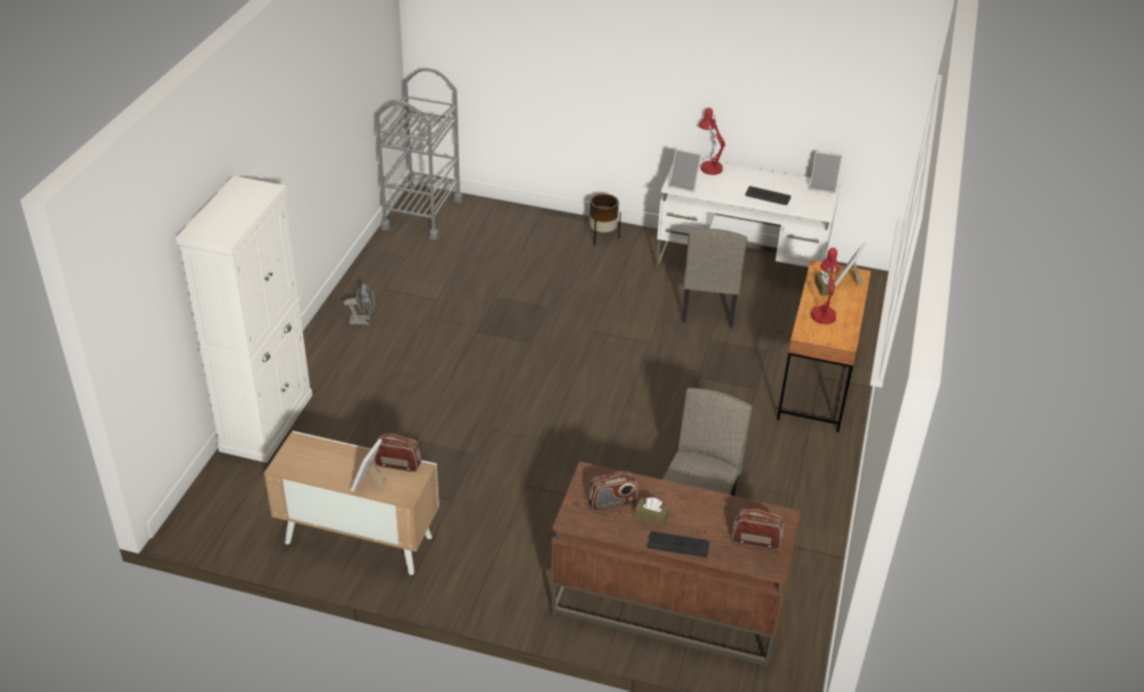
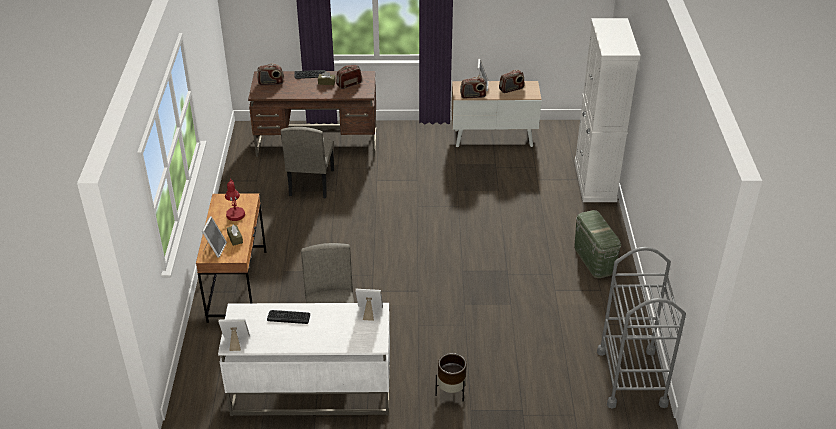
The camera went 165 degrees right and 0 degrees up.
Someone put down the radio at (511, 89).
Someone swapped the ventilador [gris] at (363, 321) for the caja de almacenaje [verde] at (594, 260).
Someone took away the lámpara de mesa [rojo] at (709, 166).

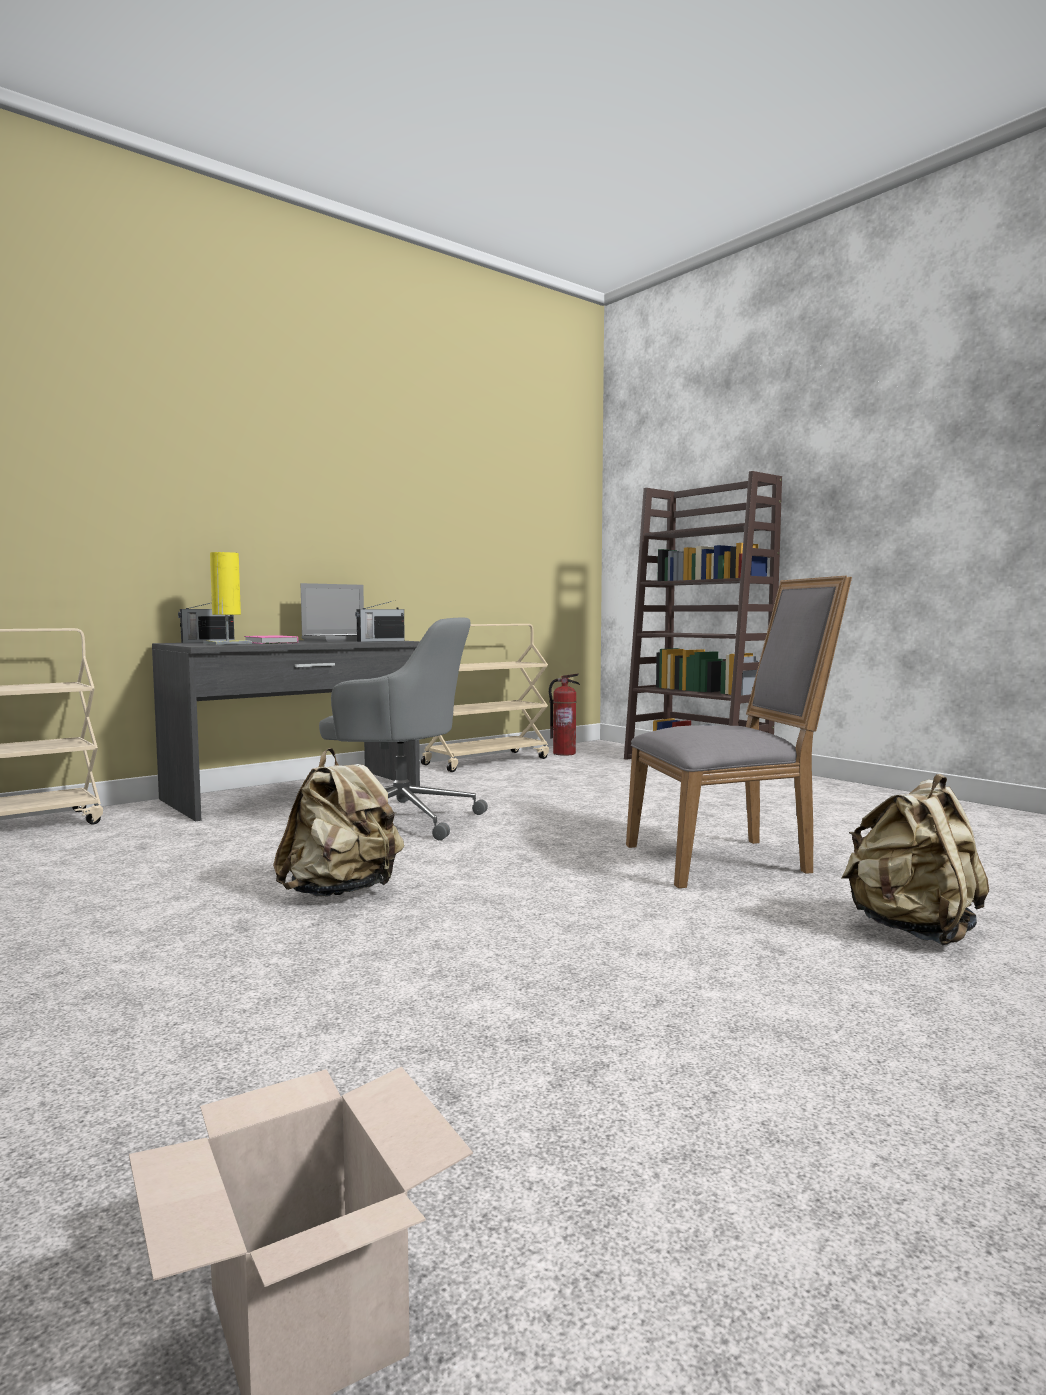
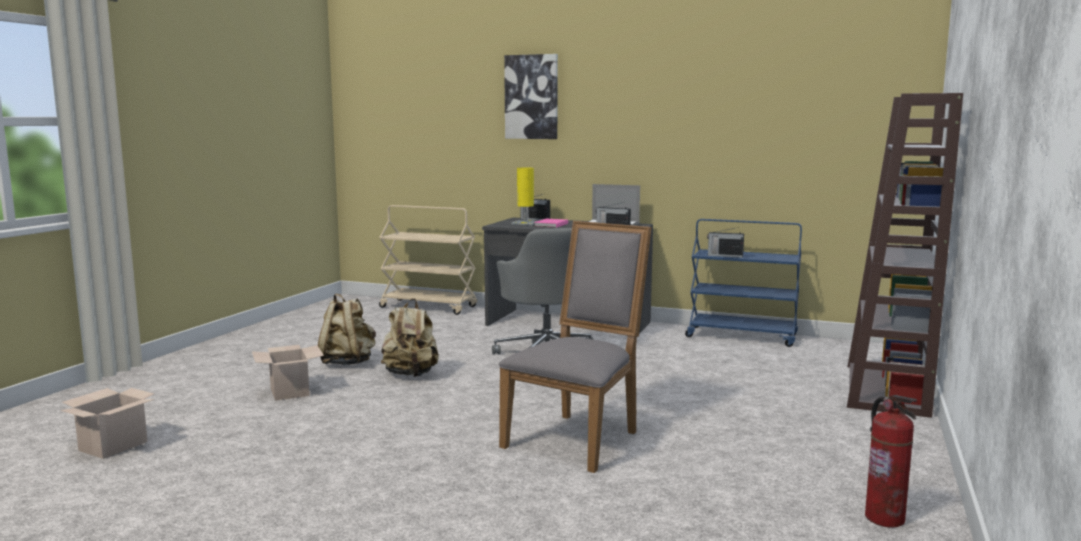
The camera went 60 degrees right and 5 degrees up.
Someone put down the caja de cartón at (290, 392).
Someone carried the mochila [beis] from (913, 930) to (348, 362).
Someone rotated the silla [gris] at (727, 859) by 105 degrees counterclockwise.
Someone put up the cuadro at (531, 97).
Someone repainted the carrito [beis] at (486, 761), which became the carrito [azul] at (742, 336).
Someone put down the radio at (724, 256).
Someone carried the extintor from (564, 753) to (885, 518).

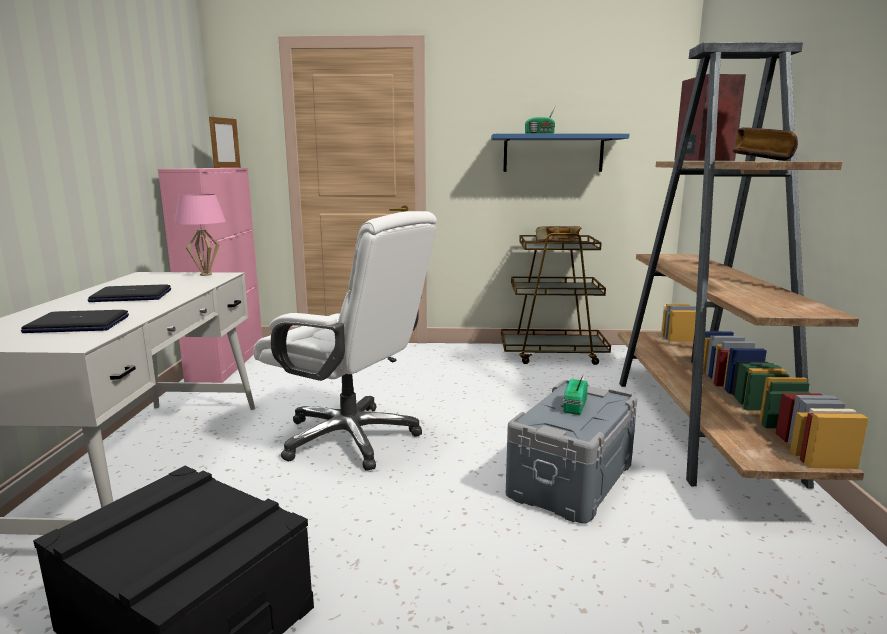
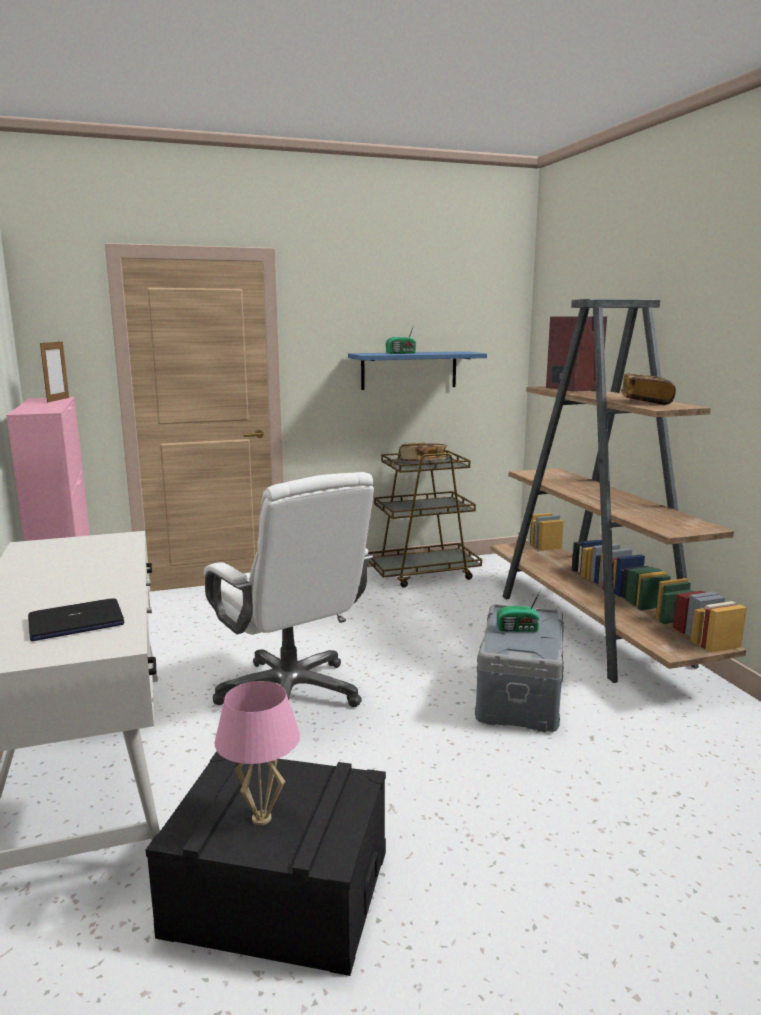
The camera went 20 degrees left and 0 degrees up.
Someone rotated the silla de oficina [blanco] at (351, 438) by 45 degrees clockwise.
Someone carried the lámpara de mesa [rosa] from (206, 274) to (262, 818).
Someone rotated the radio at (573, 406) by 90 degrees counterclockwise.
Someone took away the portátil at (131, 296).

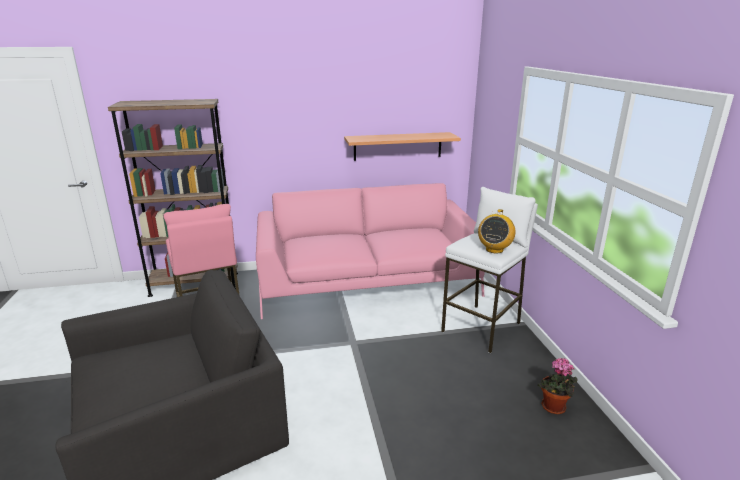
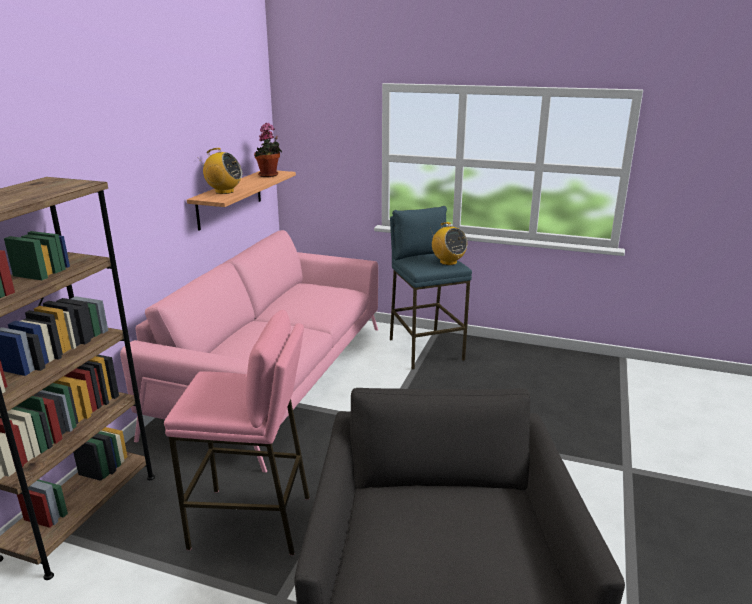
The camera went 60 degrees left and 0 degrees up.
Someone put down the radio at (224, 192).
Someone carried the planta en maceta from (553, 408) to (269, 175).
Someone repainted the taburete [blanco] at (482, 327), which became the taburete [azul] at (425, 349).

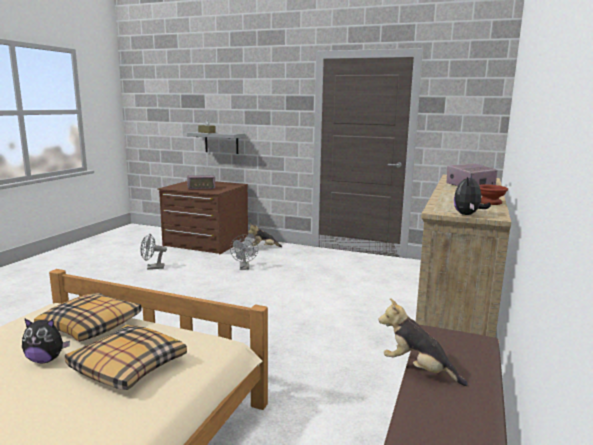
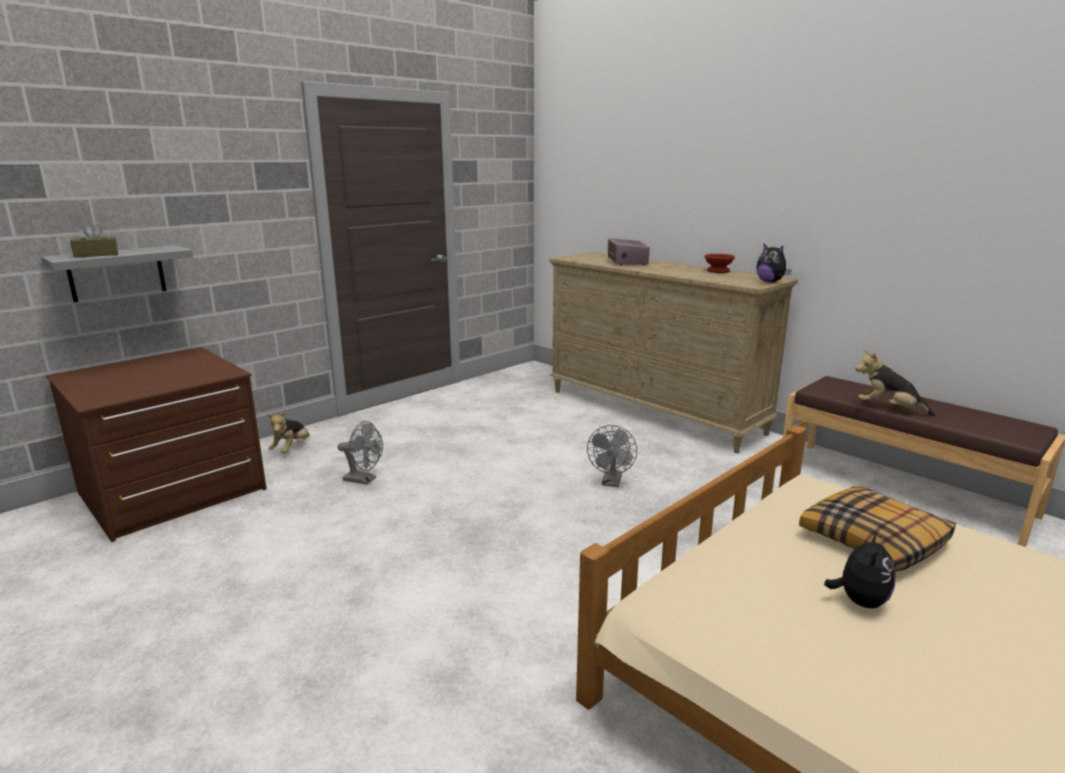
The camera went 65 degrees left and 5 degrees up.
Someone carried the ventilador [gris] from (152, 268) to (611, 482).
Someone rotated the peluche at (418, 370) by 60 degrees clockwise.
Someone took away the cojín at (91, 326).
Someone took away the radio at (201, 188).

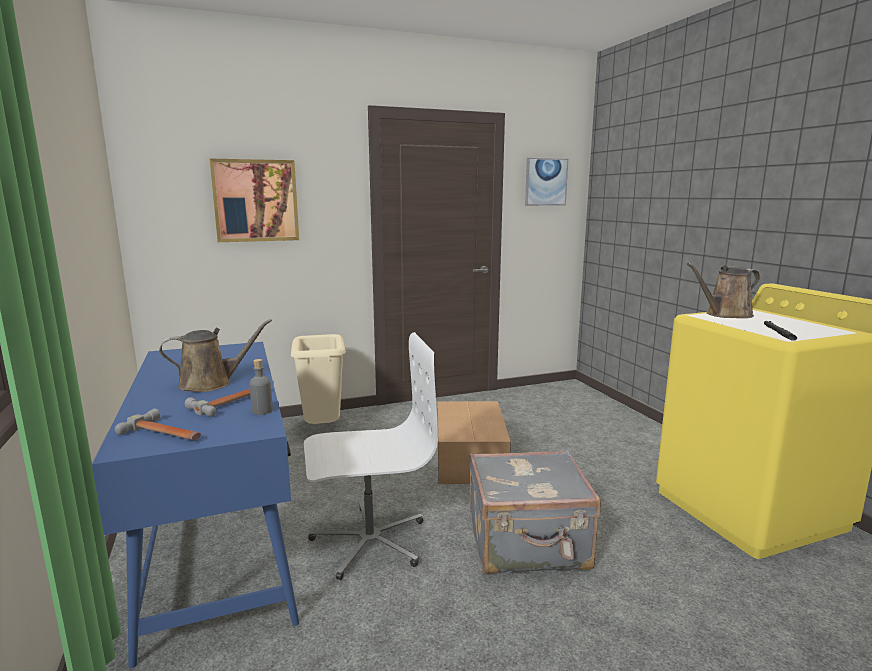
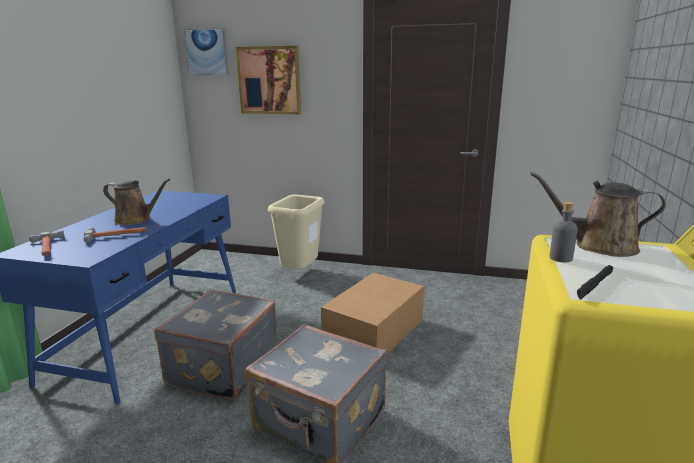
The camera went 35 degrees right and 5 degrees up.
Someone swapped the silla de oficina [blanco] at (369, 541) for the maleta [gris] at (221, 368).
Someone carried the cuadro from (545, 182) to (207, 52).
Someone carried the botella [gris] from (262, 411) to (560, 258).

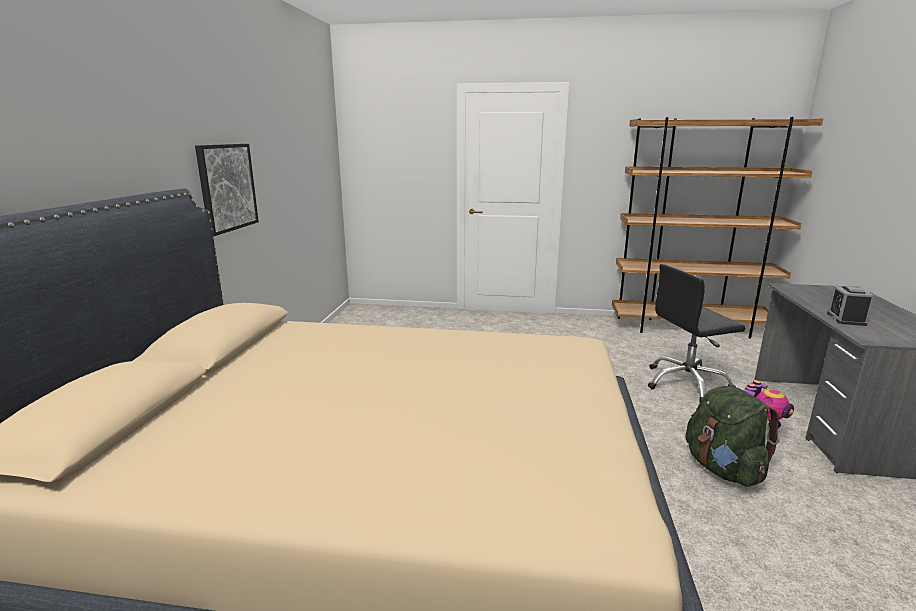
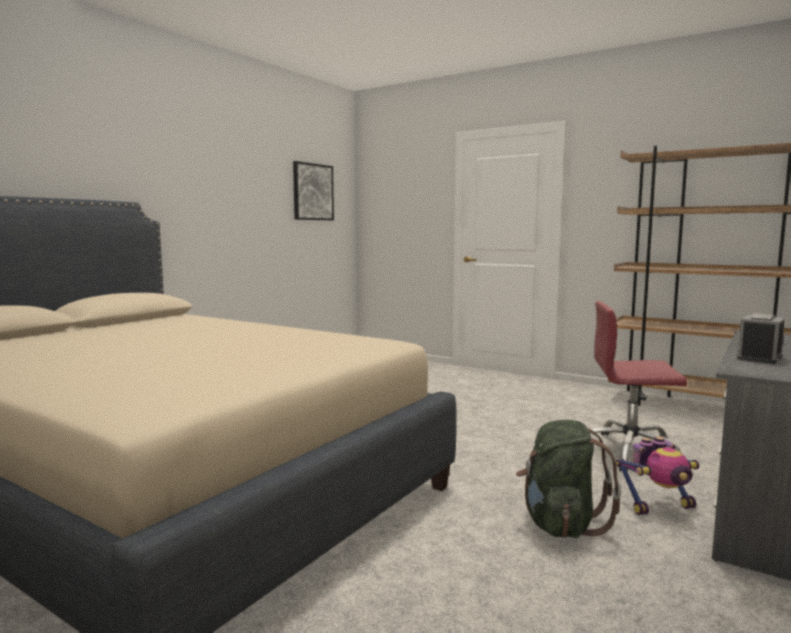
The camera went 25 degrees right and 10 degrees down.
Someone carried the cuadro from (227, 187) to (312, 192).
Someone repainted the silla de oficina [negro] at (687, 383), which became the silla de oficina [rojo] at (629, 453).

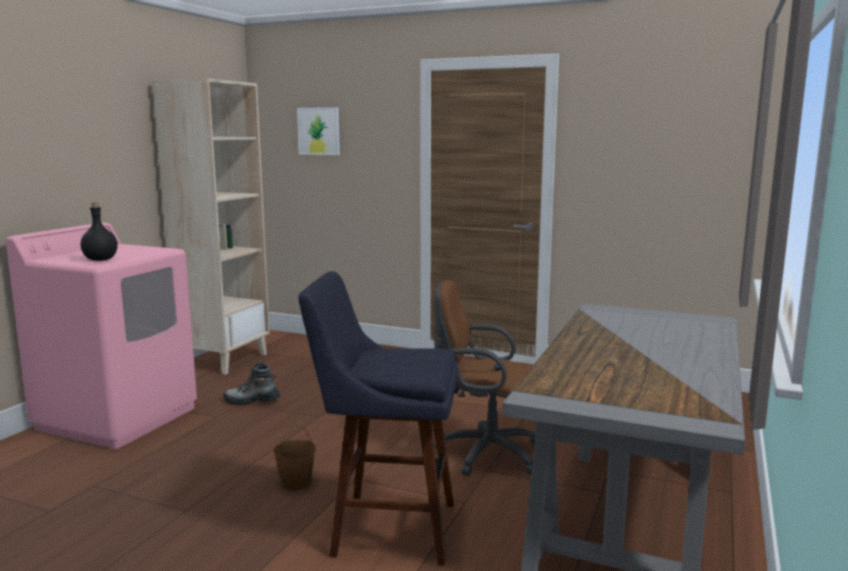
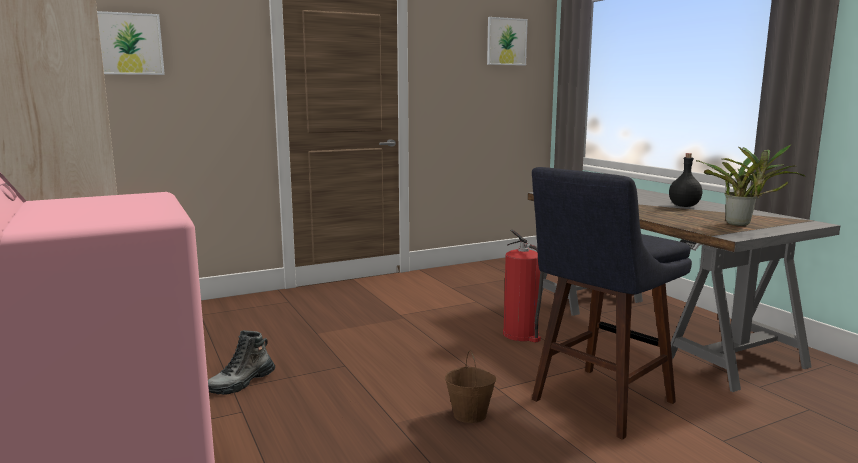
The camera went 50 degrees left and 0 degrees up.
Someone put up the cuadro at (506, 41).
Someone swapped the silla de oficina [marrón] at (483, 453) for the extintor at (521, 335).
Someone carried the botella [negro] from (101, 260) to (683, 206).
Someone put down the planta en maceta at (741, 224).

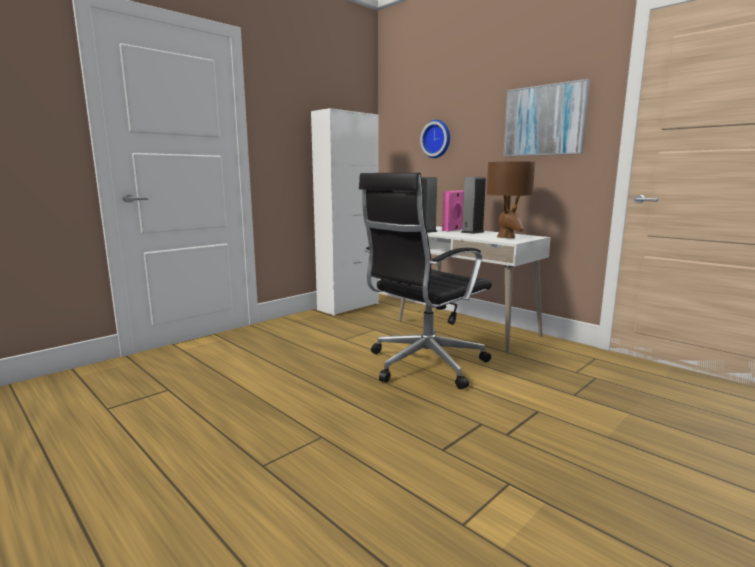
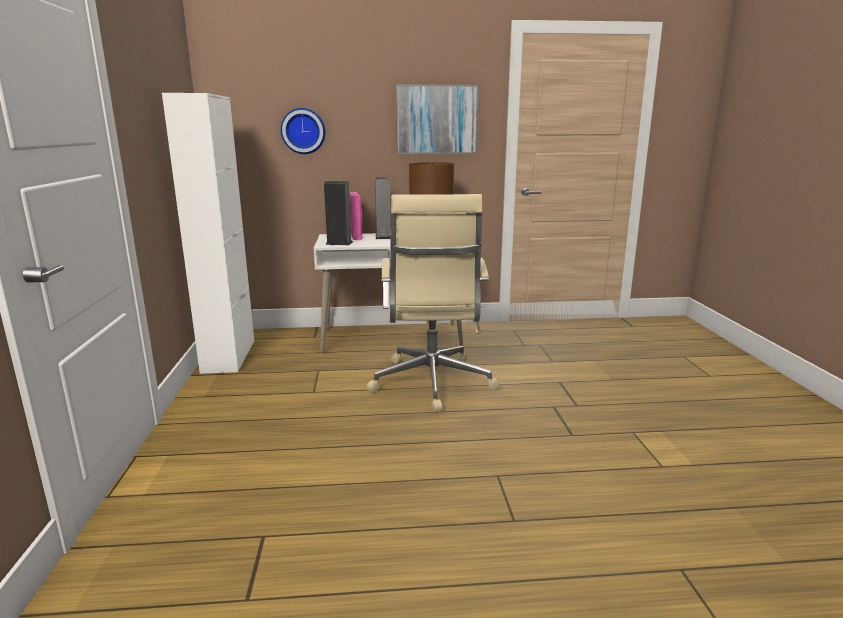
The camera went 50 degrees left and 5 degrees up.
Someone repainted the silla de oficina [negro] at (423, 365), which became the silla de oficina [beis] at (432, 384).

